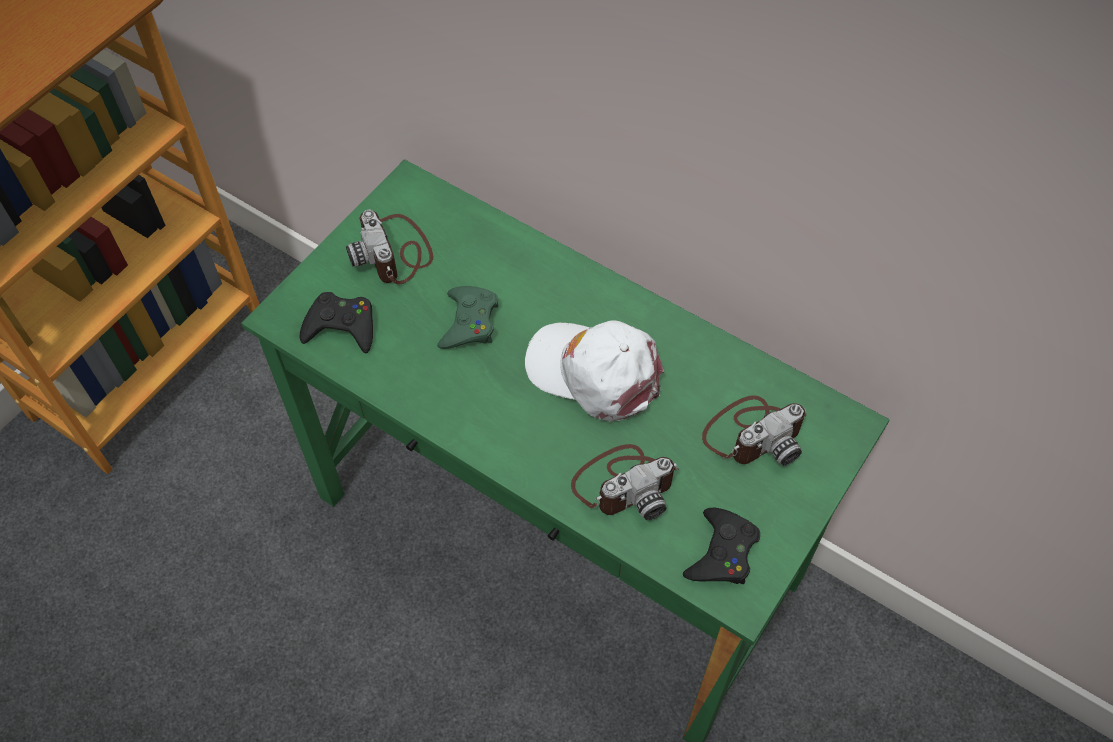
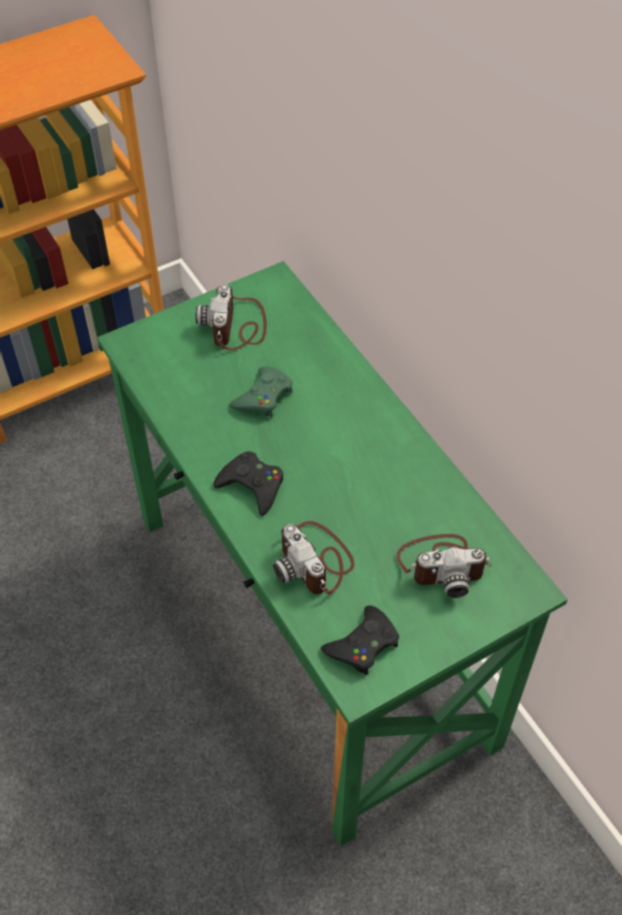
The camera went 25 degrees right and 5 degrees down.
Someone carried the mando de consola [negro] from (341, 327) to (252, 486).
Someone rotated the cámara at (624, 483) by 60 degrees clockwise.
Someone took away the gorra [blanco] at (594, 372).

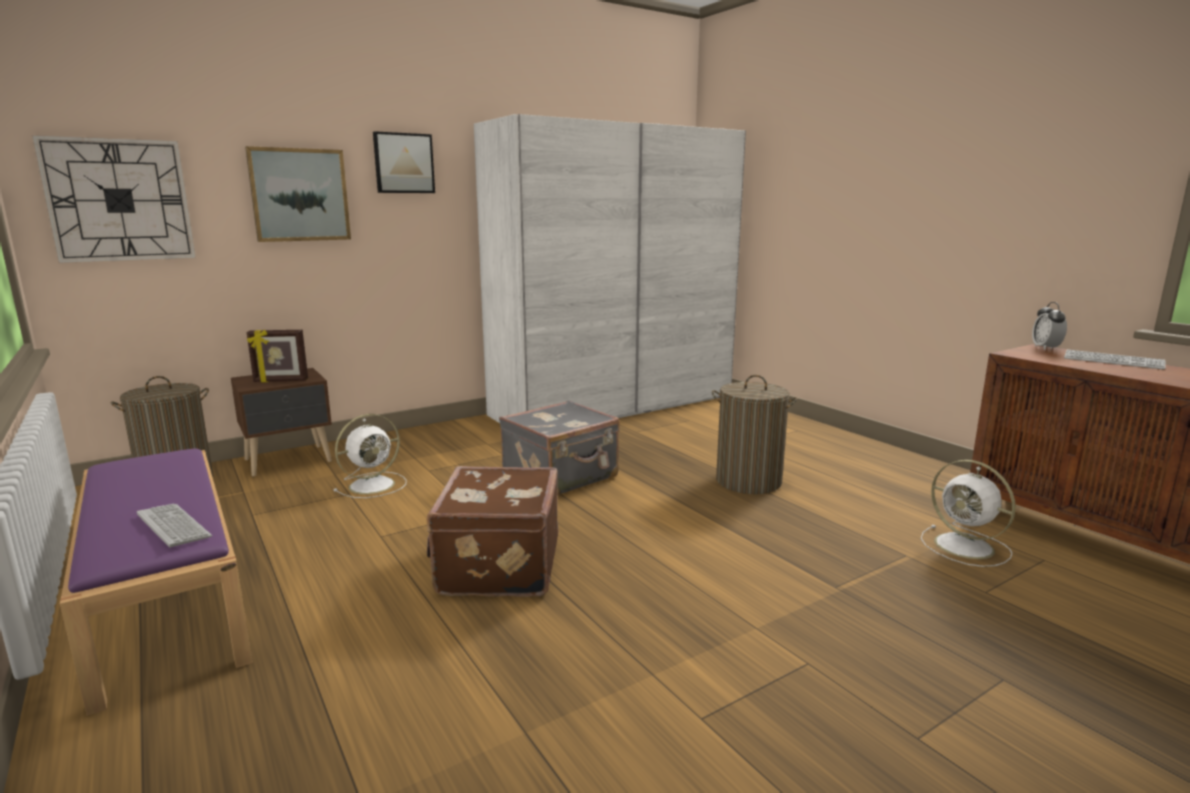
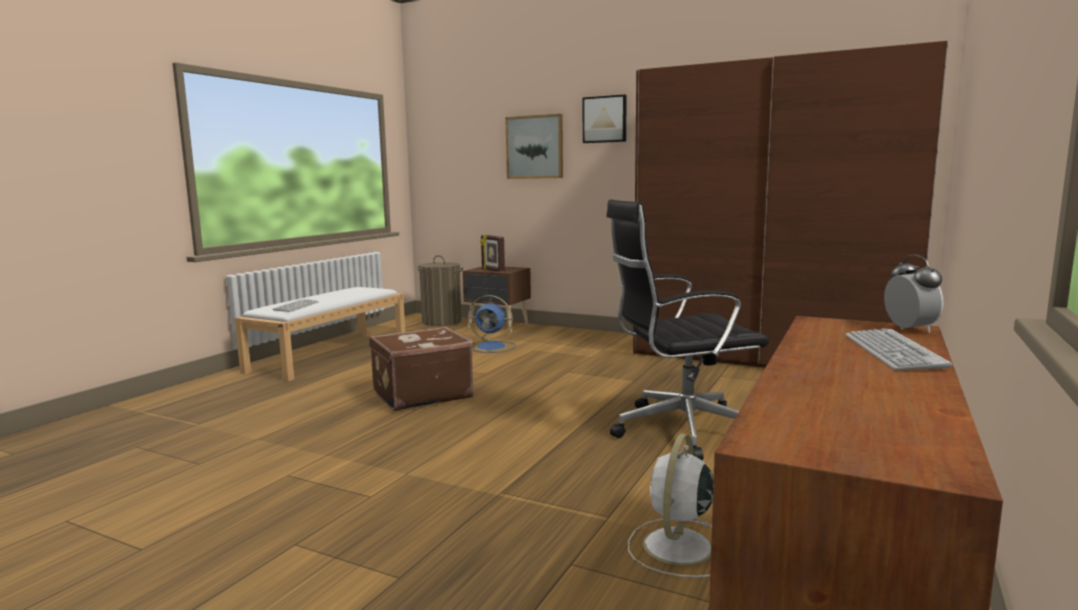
The camera went 60 degrees right and 5 degrees down.
Someone repainted the banco [morado] at (165, 598), which became the banco [blanco] at (330, 355).
Someone repainted the ventilador [blanco] at (374, 485), which became the ventilador [azul] at (492, 347).
Someone swapped the cesto de la ropa at (748, 481) for the silla de oficina [negro] at (680, 430).
Someone repainted the armario ropero [blanco] at (613, 406), which became the armario ropero [marrón] at (769, 357).
Someone rotated the despertador at (1045, 348) by 105 degrees clockwise.
Someone took away the reloj de pared at (119, 200).
Someone took away the maleta [gris] at (562, 477).

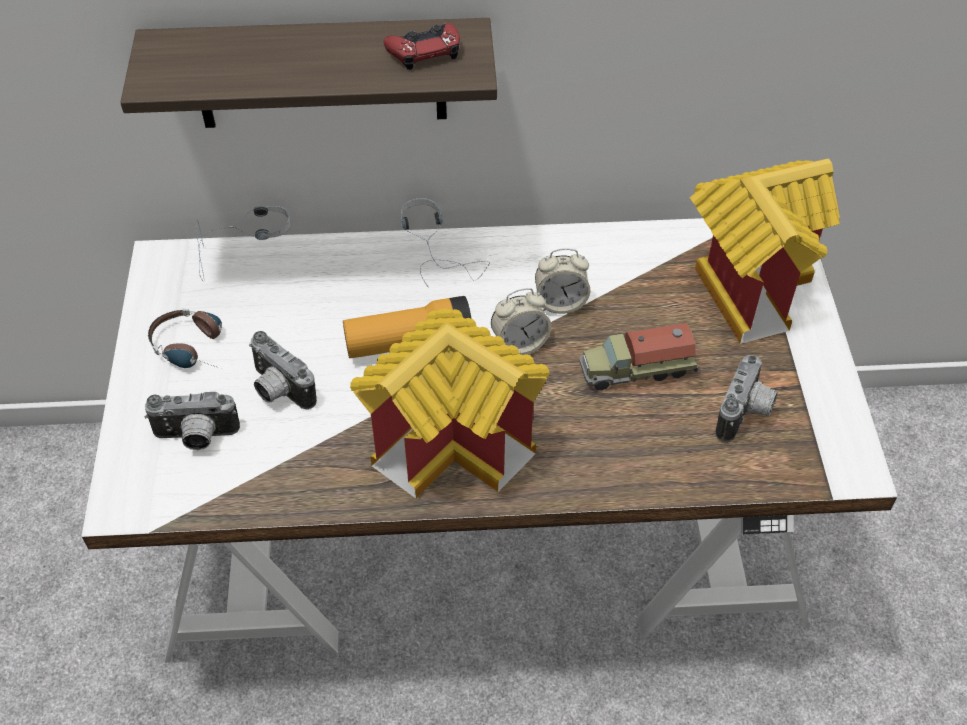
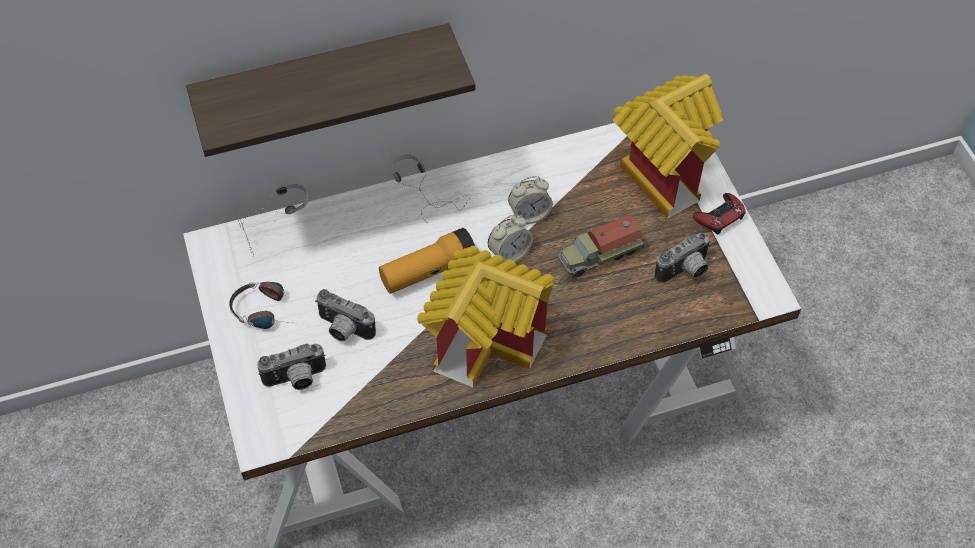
The camera went 15 degrees left and 5 degrees up.
Someone rotated the cámara at (745, 414) by 45 degrees clockwise.
Someone carried the mando de consola [rojo] from (424, 51) to (719, 216).

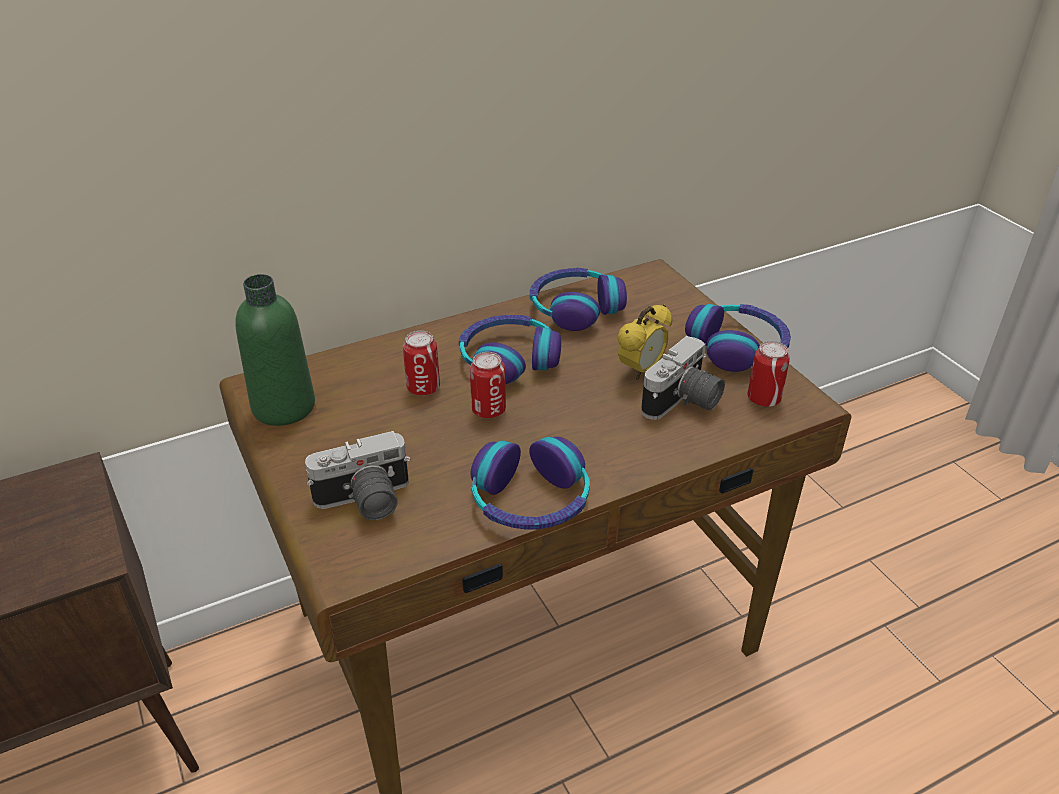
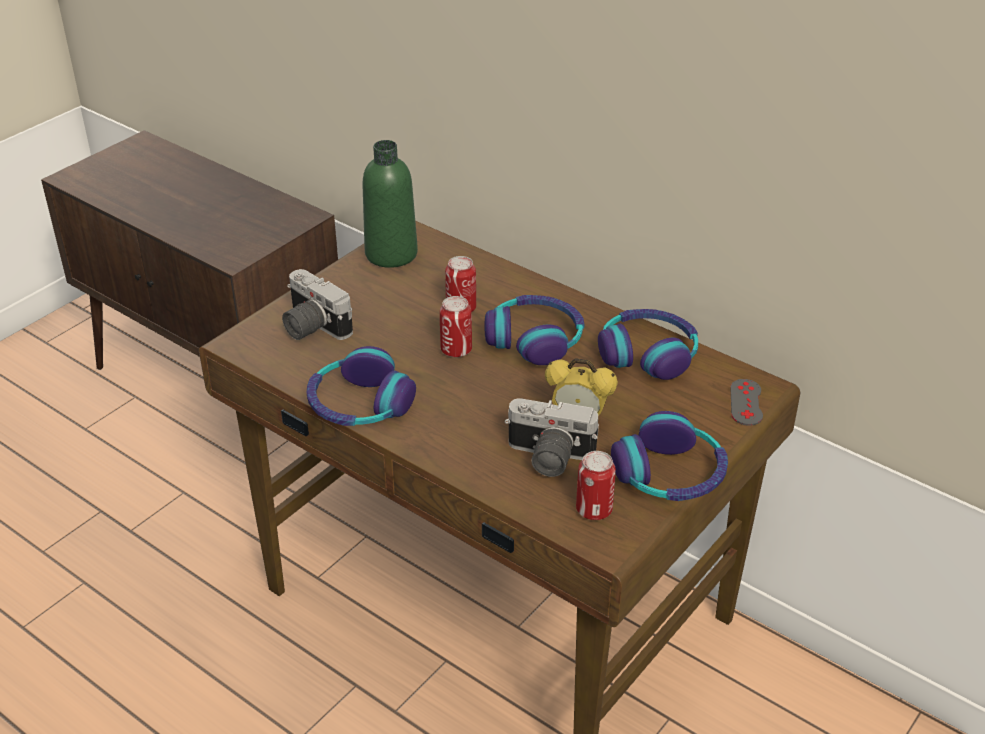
The camera went 65 degrees right and 0 degrees up.
Someone put down the mando de consola [gris] at (746, 402).

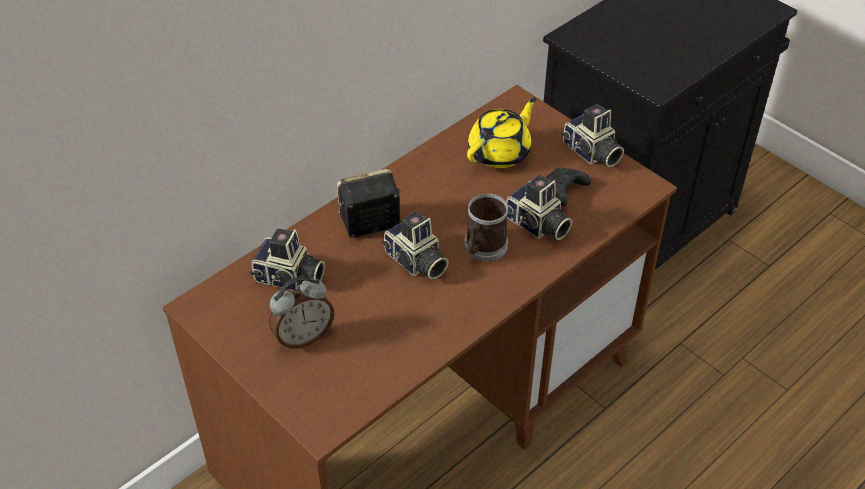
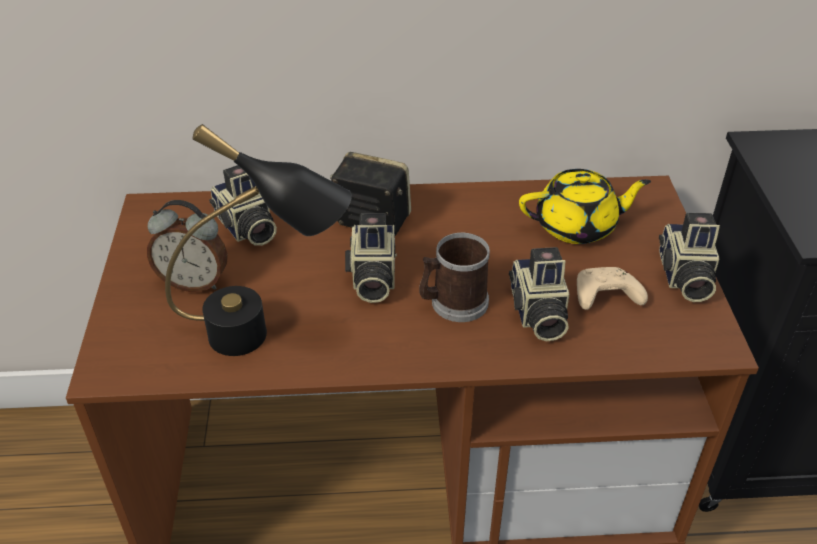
The camera went 40 degrees right and 5 degrees down.
Someone put down the lámpara de mesa [negro] at (266, 336).
Someone repainted the mando de consola [negro] at (562, 192), which became the mando de consola [beis] at (604, 298).

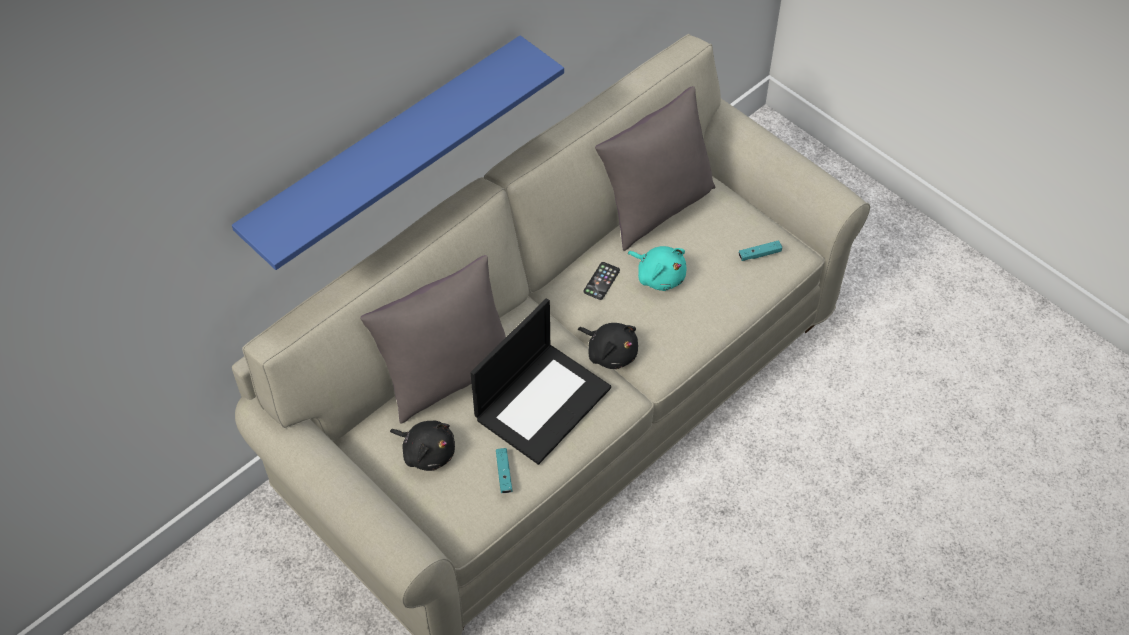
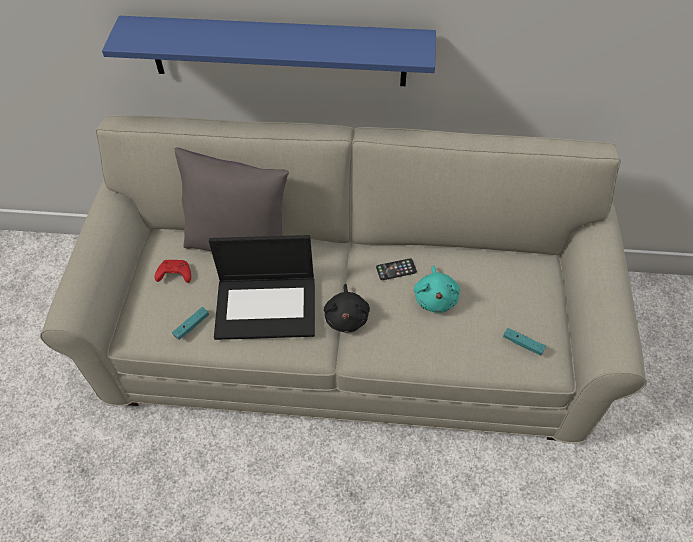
The camera went 50 degrees right and 0 degrees up.
Someone swapped the peluche [negro] at (427, 452) for the mando de consola [rojo] at (174, 275).
Someone took away the cojín [gris] at (655, 208).

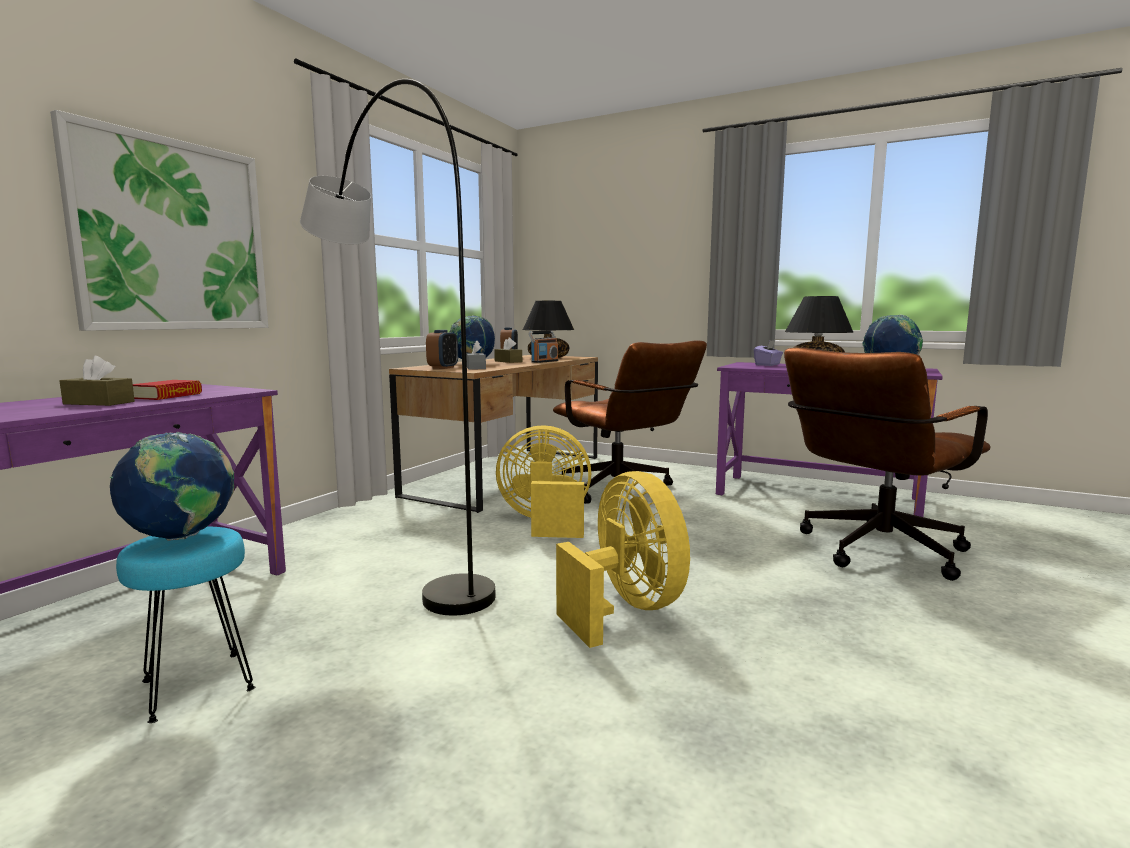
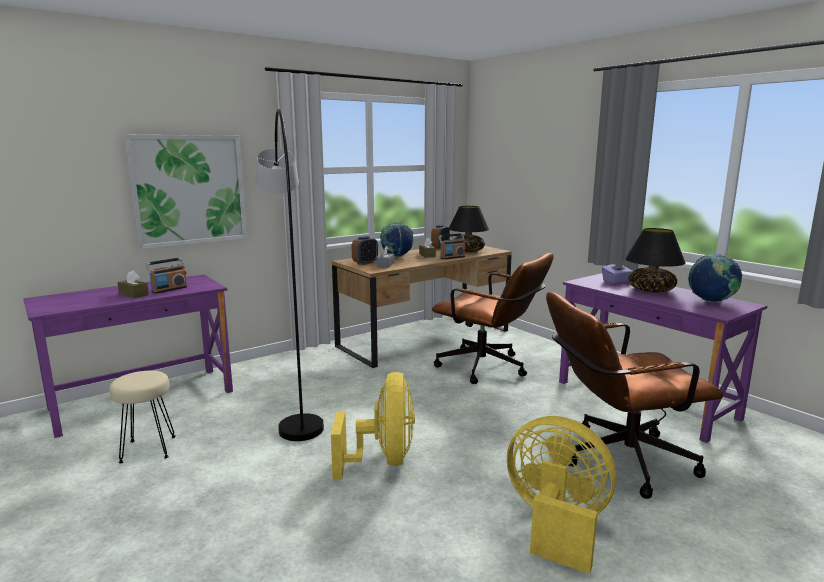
The camera went 25 degrees right and 5 degrees up.
Someone repainted the taburete [turquesa] at (197, 686), which became the taburete [beis] at (148, 450).
Someone swapped the libro at (167, 396) for the radio at (169, 289).
Someone rotated the silla de oficina [marrón] at (624, 493) by 45 degrees counterclockwise.
Someone carried the ventilador [amarillo] from (545, 523) to (555, 524).
Someone took away the globo terráqueo at (181, 538).

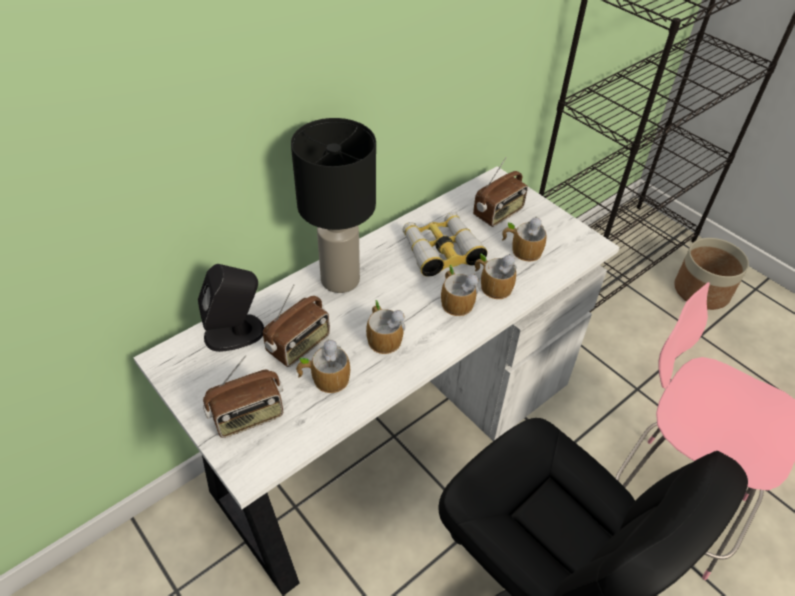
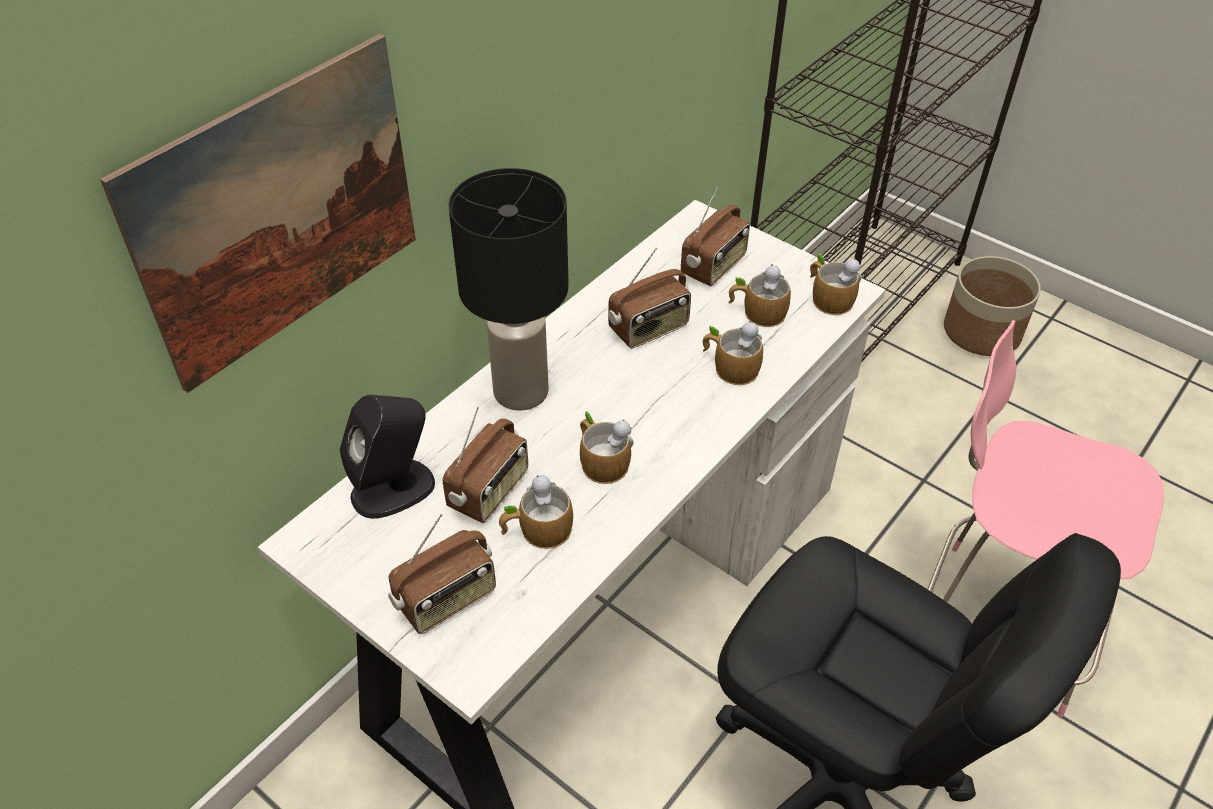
The camera went 10 degrees left and 0 degrees up.
Someone put up the cuadro at (280, 212).
Someone swapped the prismáticos at (441, 250) for the radio at (649, 329).
Someone carried the taza grande from (455, 299) to (828, 297).

